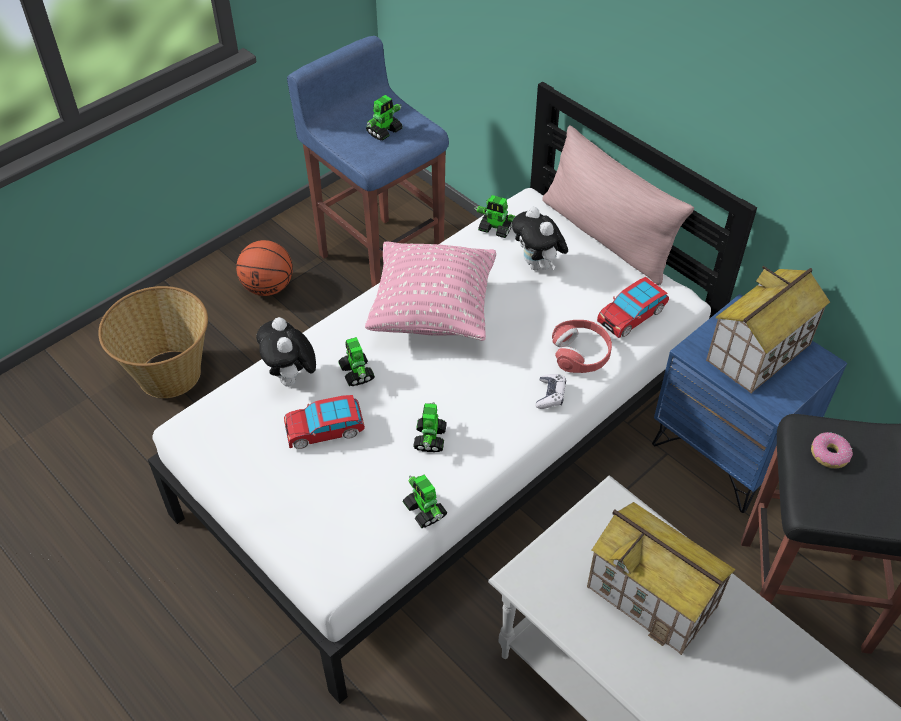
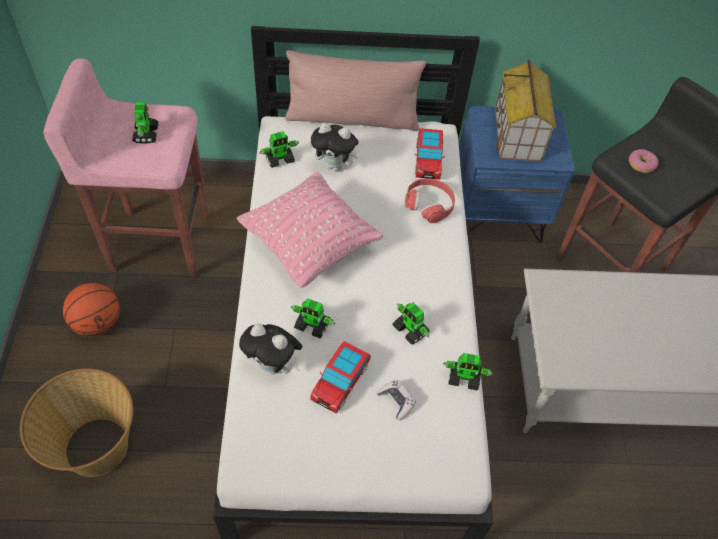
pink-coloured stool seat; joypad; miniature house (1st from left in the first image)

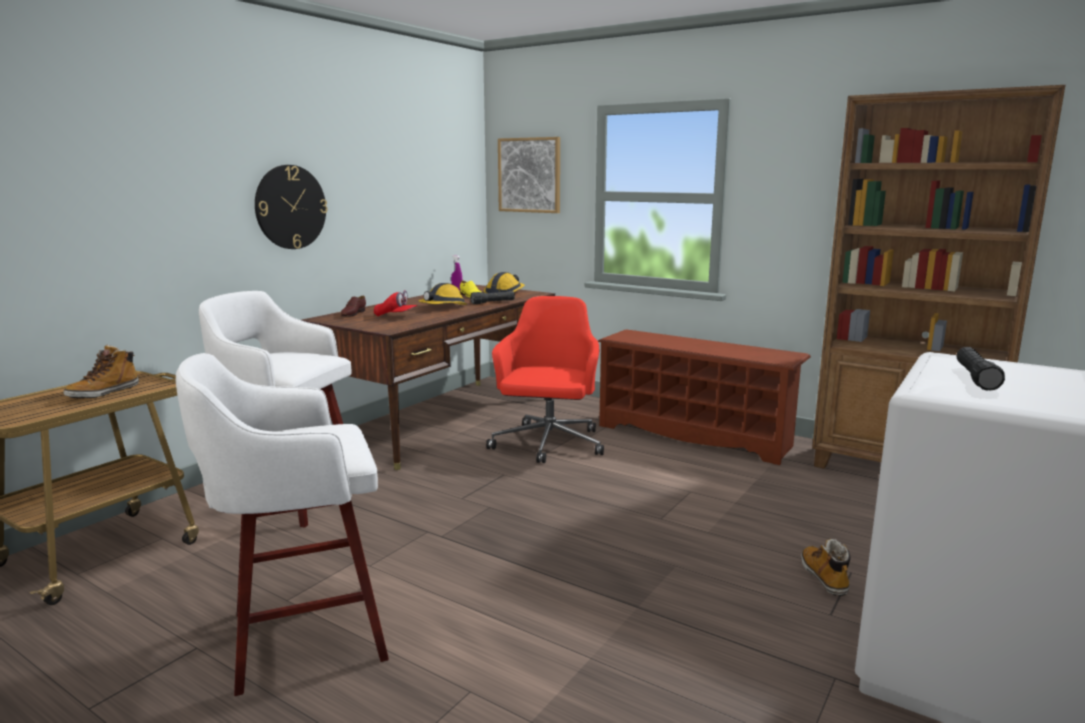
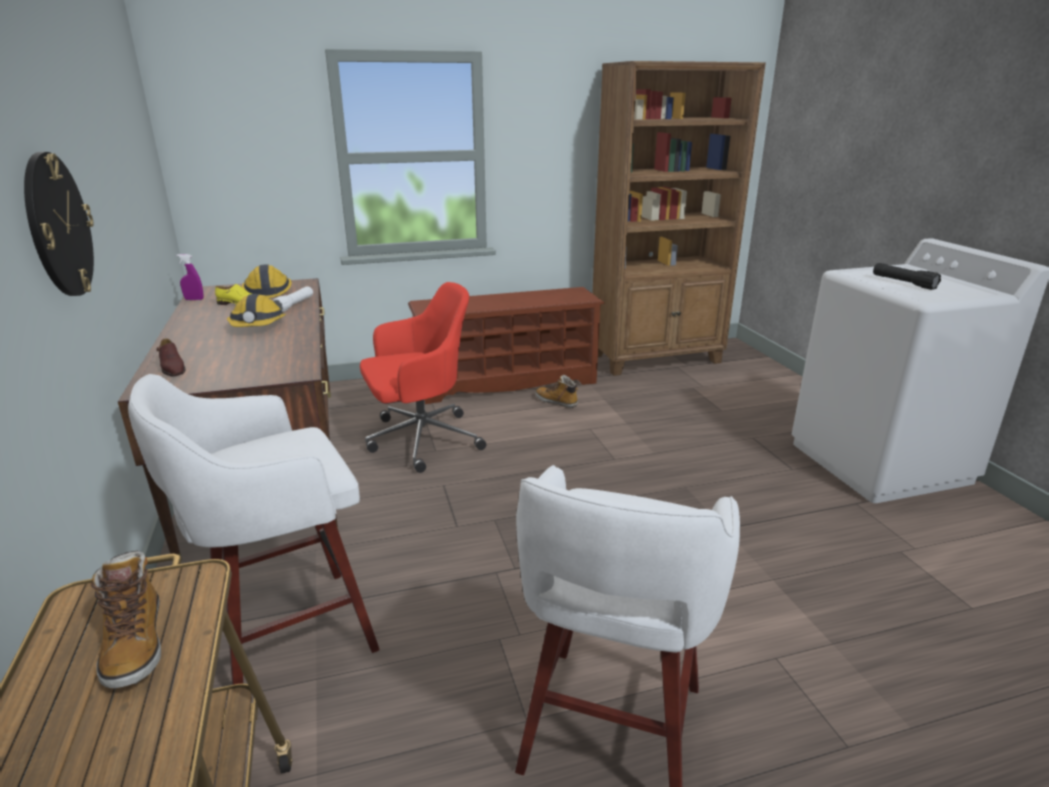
whitish flashlight; reddish desk chair; tall boot (2nd from left); reddish peaked cap; picture

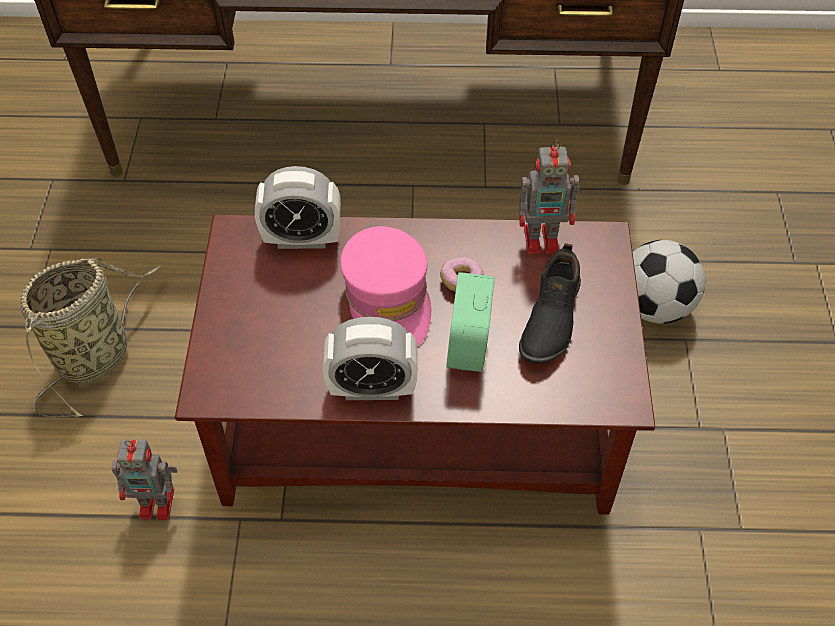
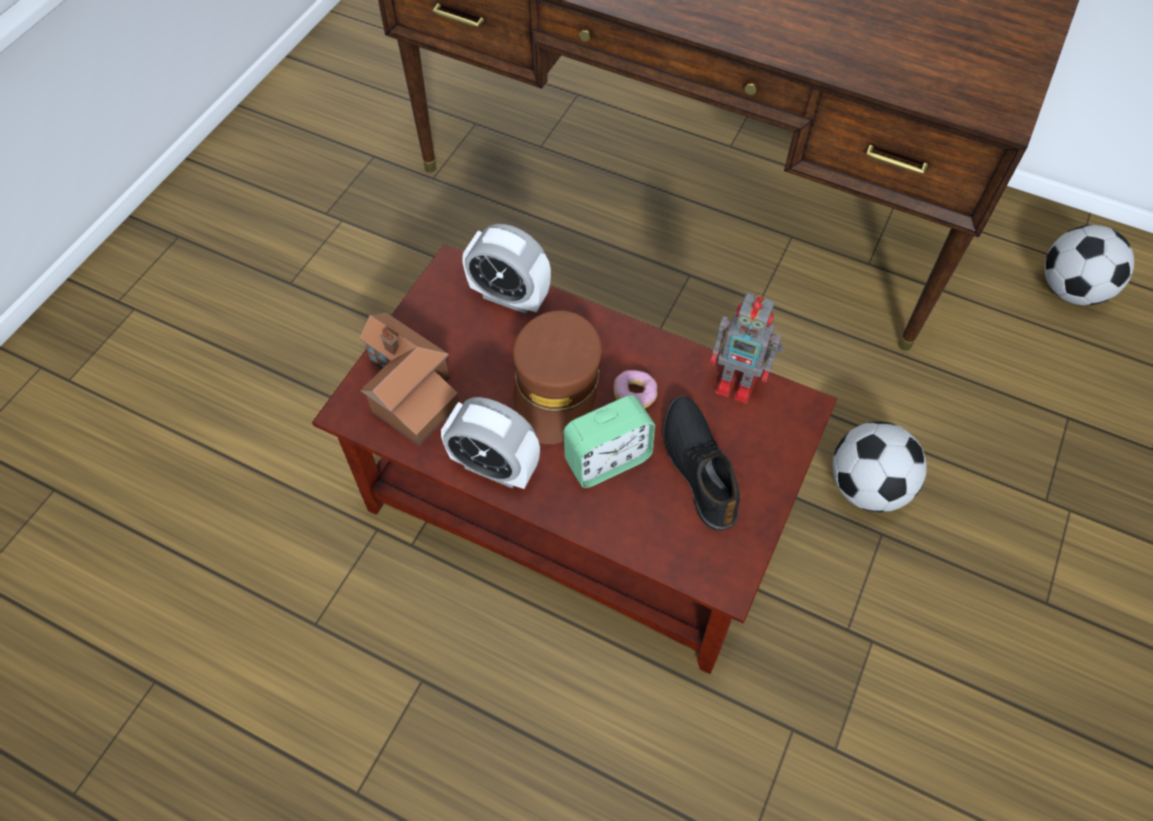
miniature house; brown peaked cap; alarm clock (3rd from left); black-coloured shoe; football ball (2nd from left); storage basket; robot figure (1st from left in the first image)

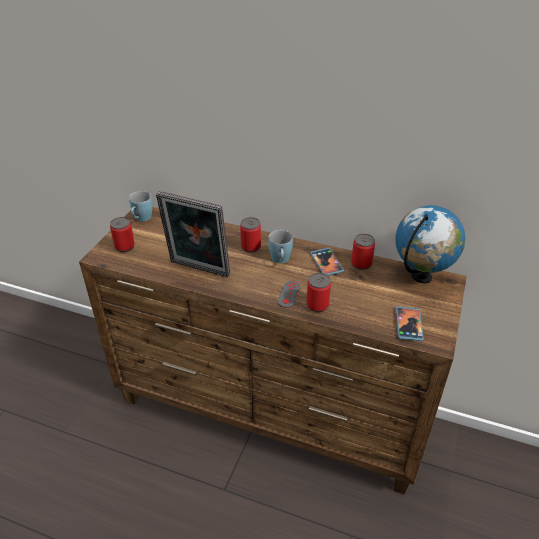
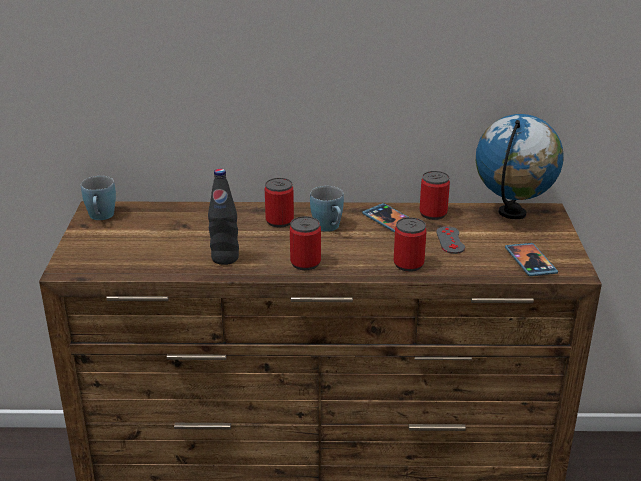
black-coloured bottle; can (2nd from left); gray joypad

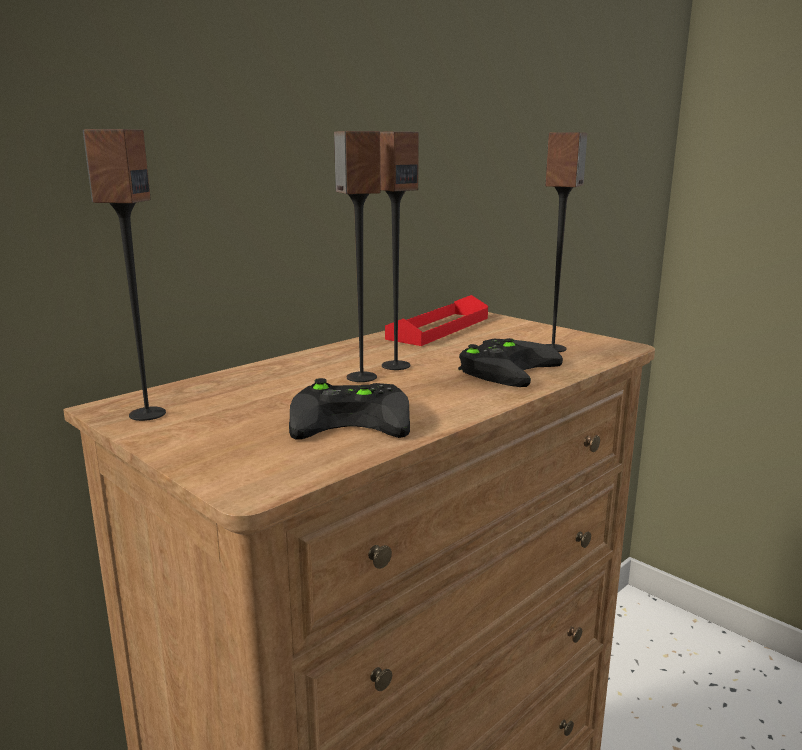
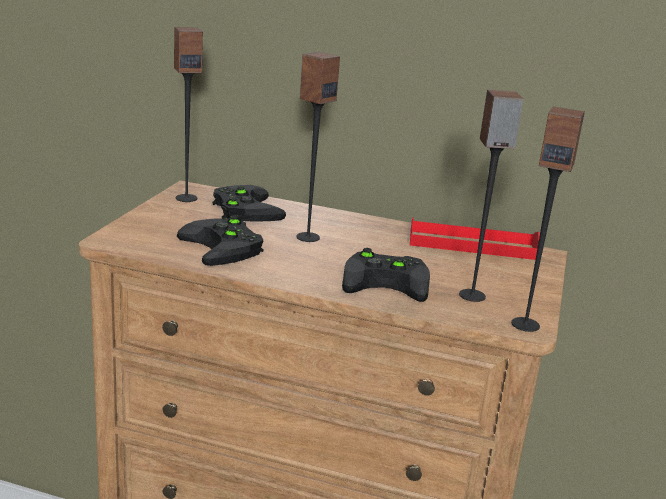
black-coloured joypad (2nd from left); audio speaker (4th from left)

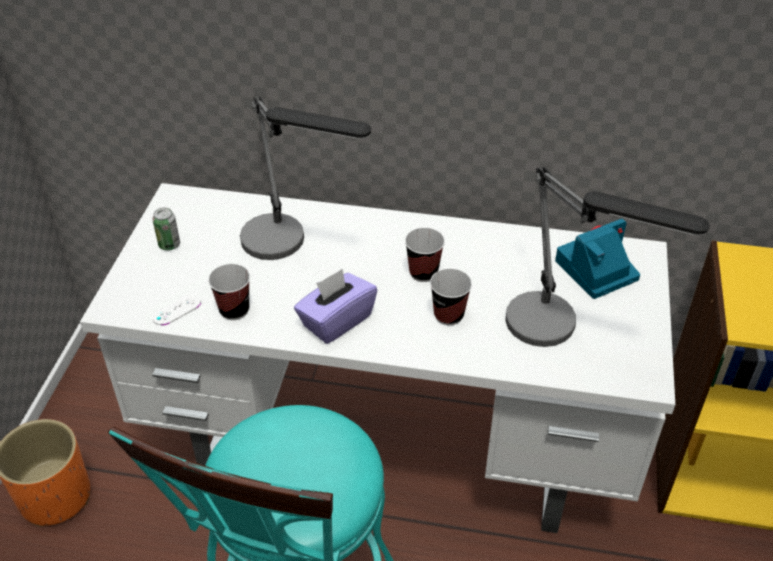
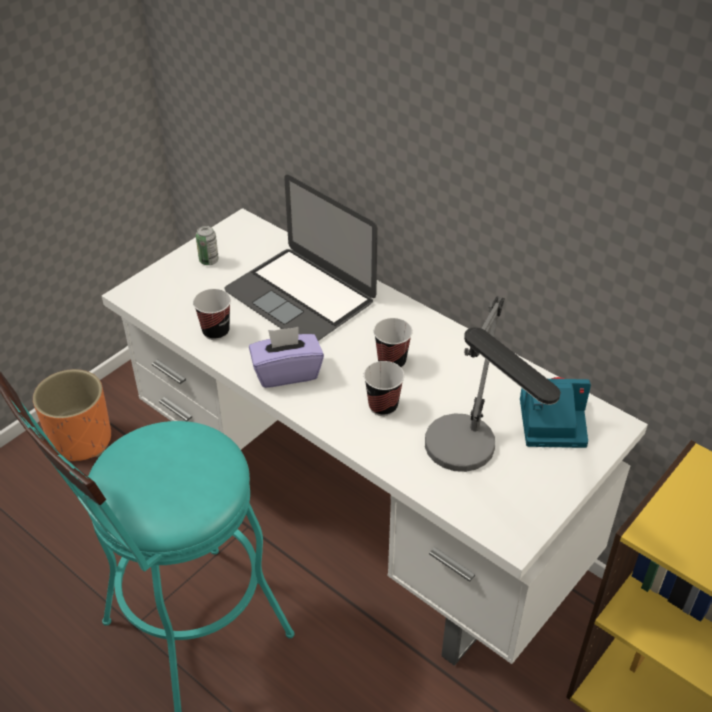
laptop; whitish joypad

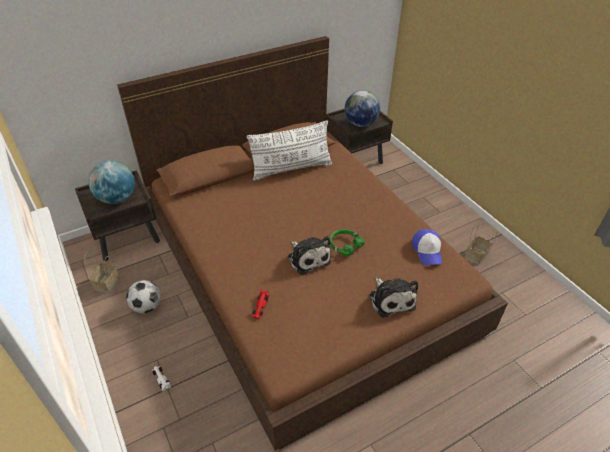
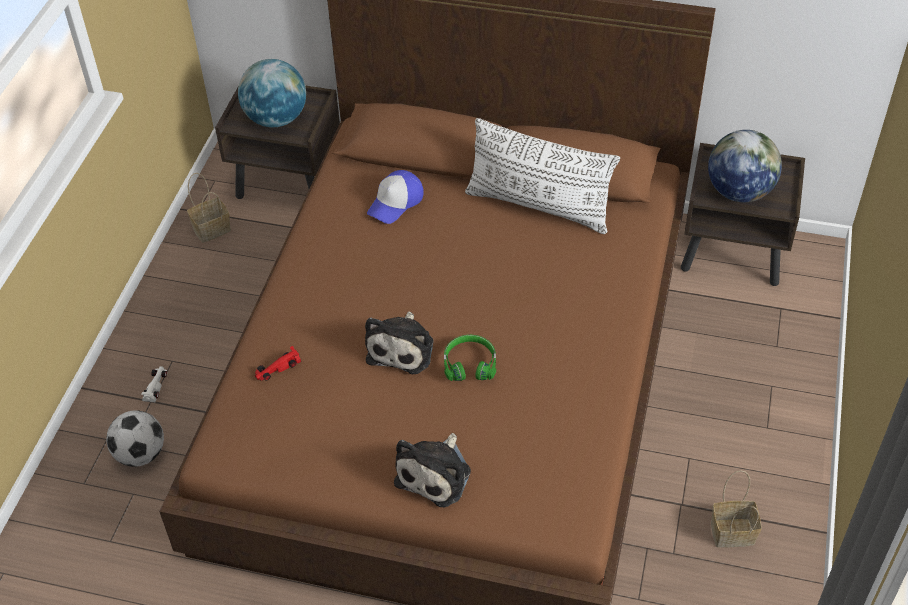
football ball; peaked cap

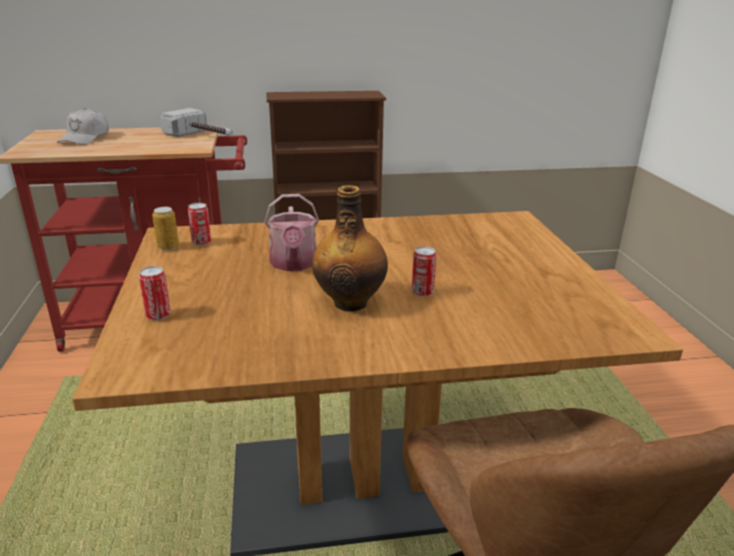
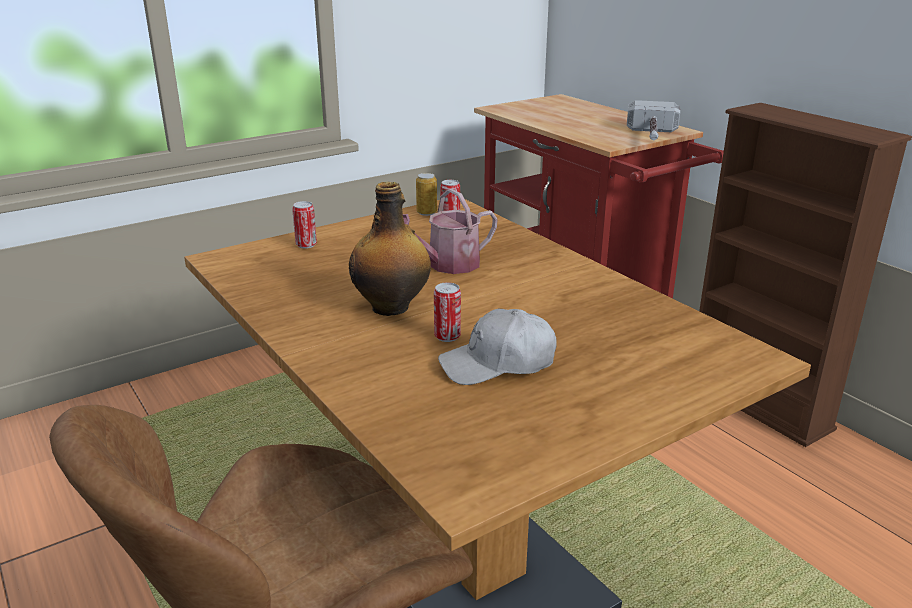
whitish peaked cap

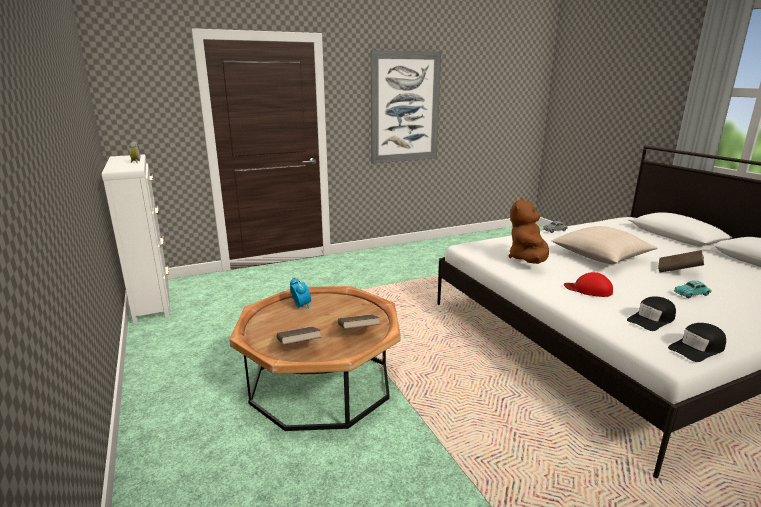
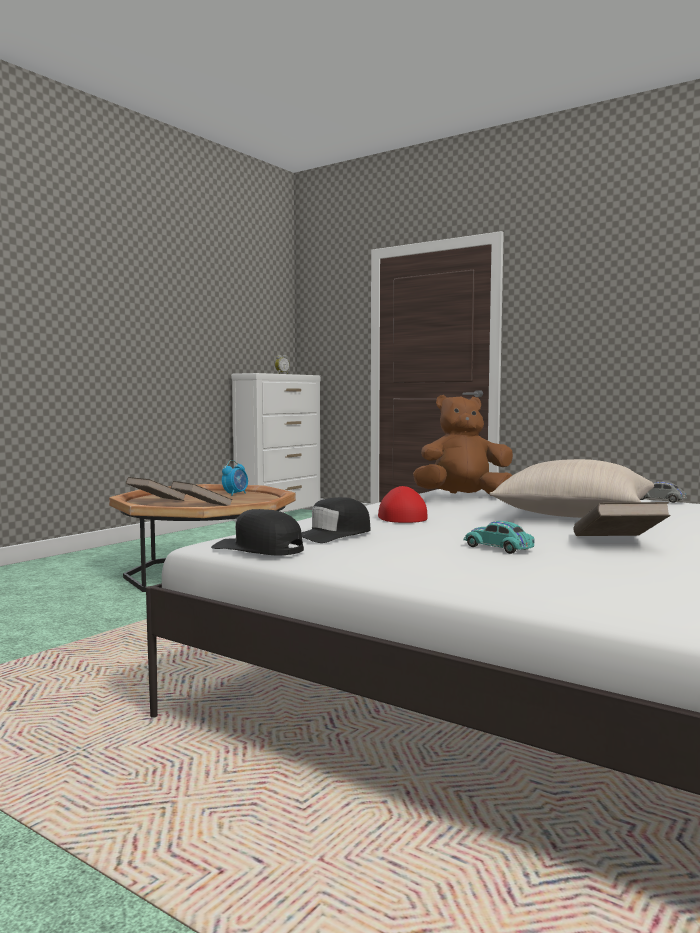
black-coloured peaked cap (2nd from left); picture

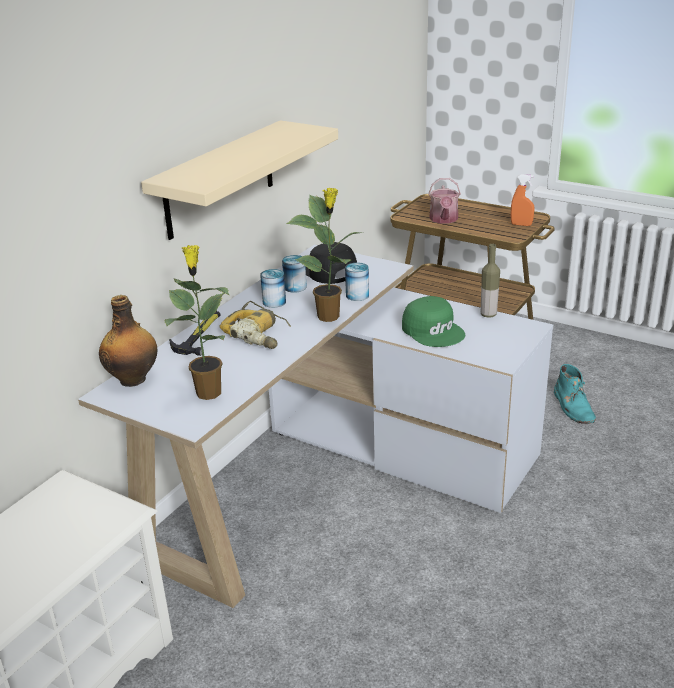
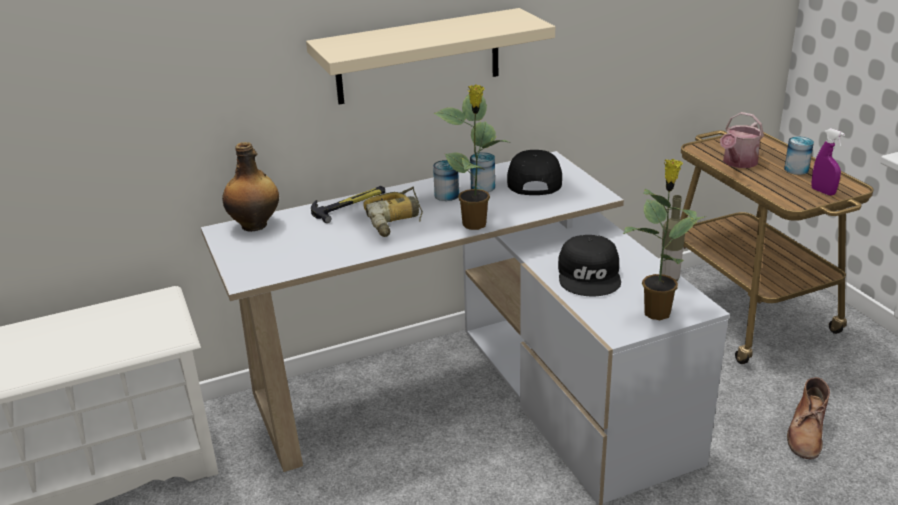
black-coloured peaked cap (2nd from left); plant in a pot (2nd from left); can (3rd from left); brown tall boot; purple-coloured sprayer

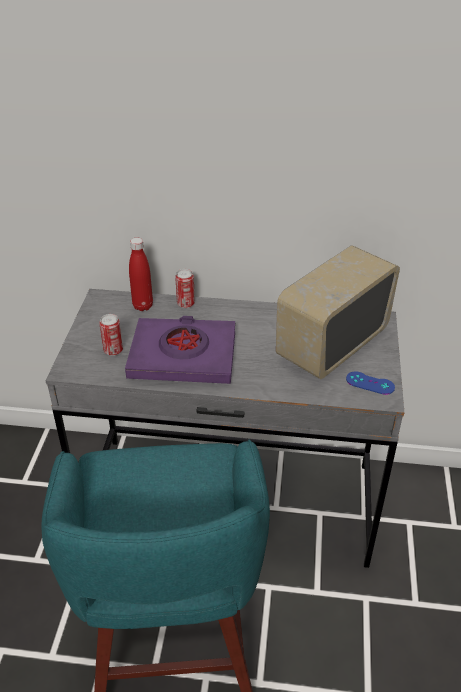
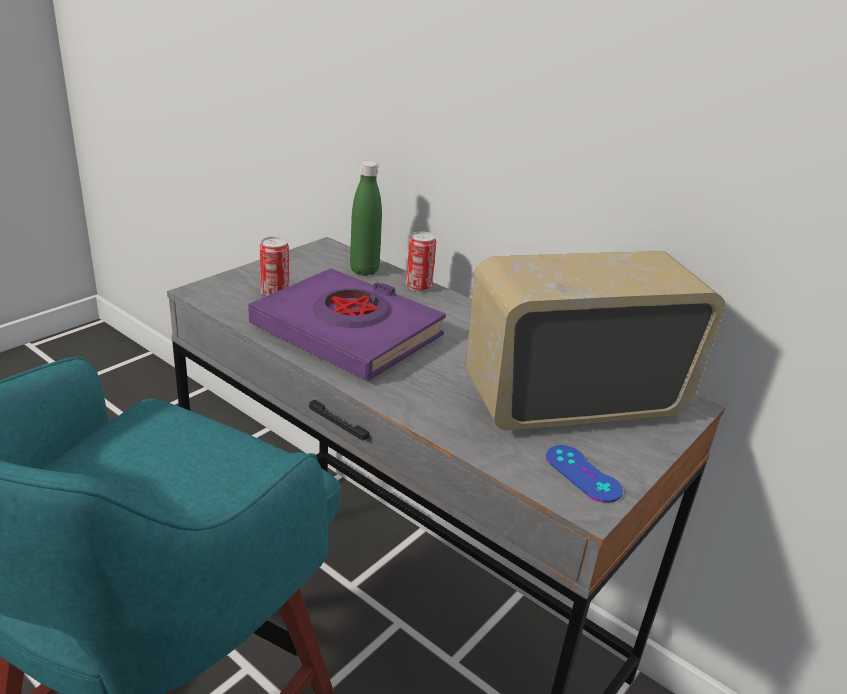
green bottle

